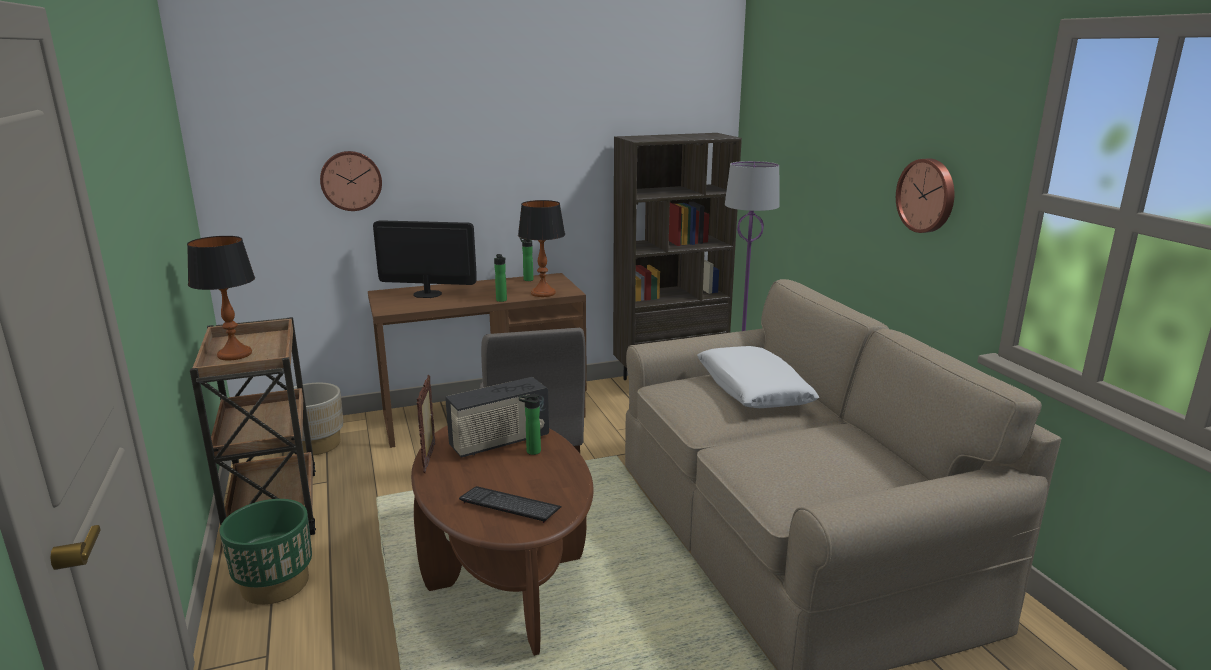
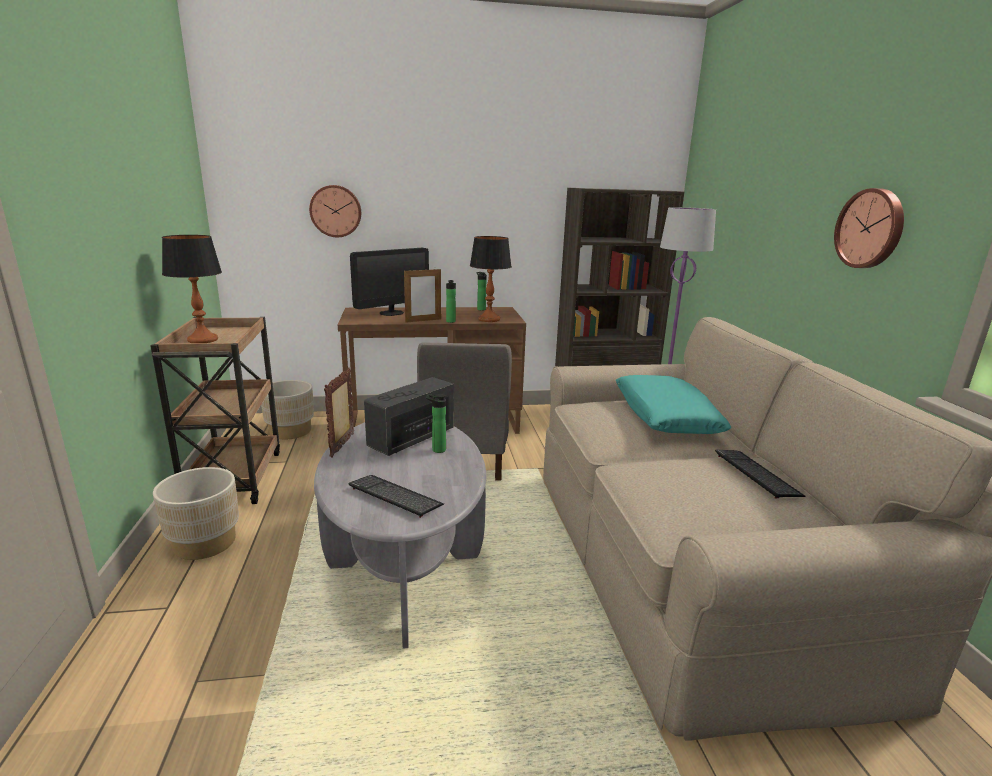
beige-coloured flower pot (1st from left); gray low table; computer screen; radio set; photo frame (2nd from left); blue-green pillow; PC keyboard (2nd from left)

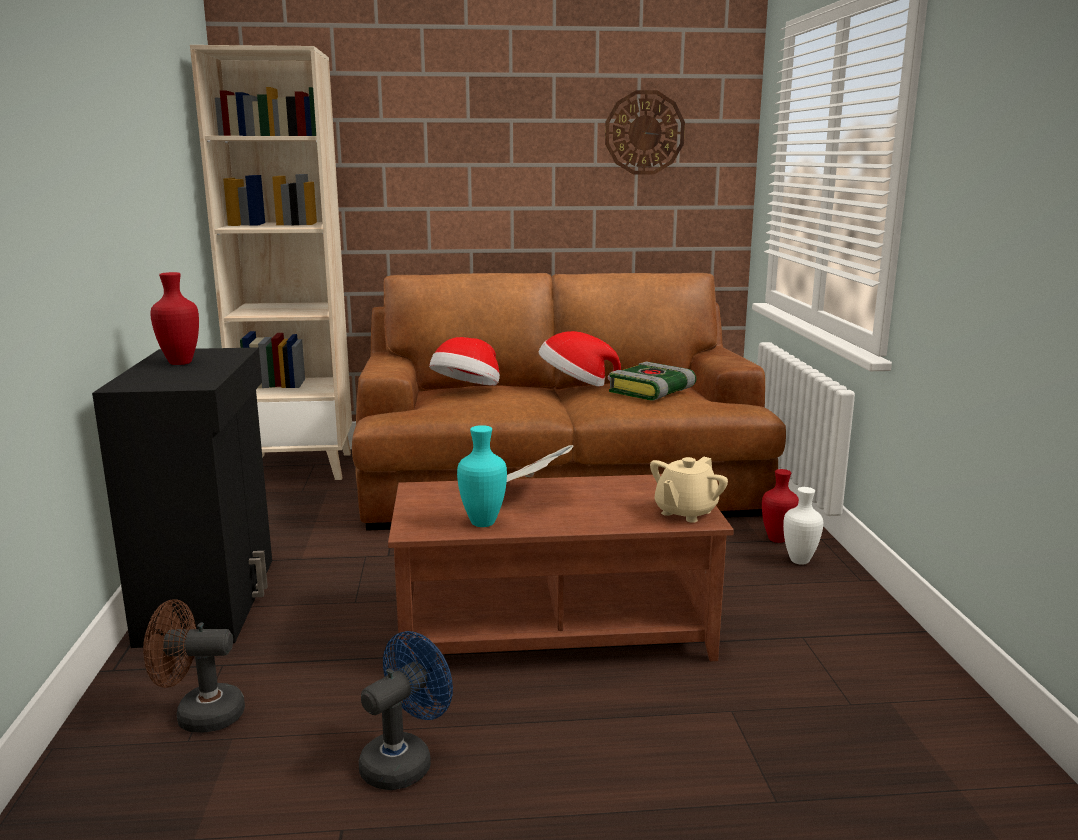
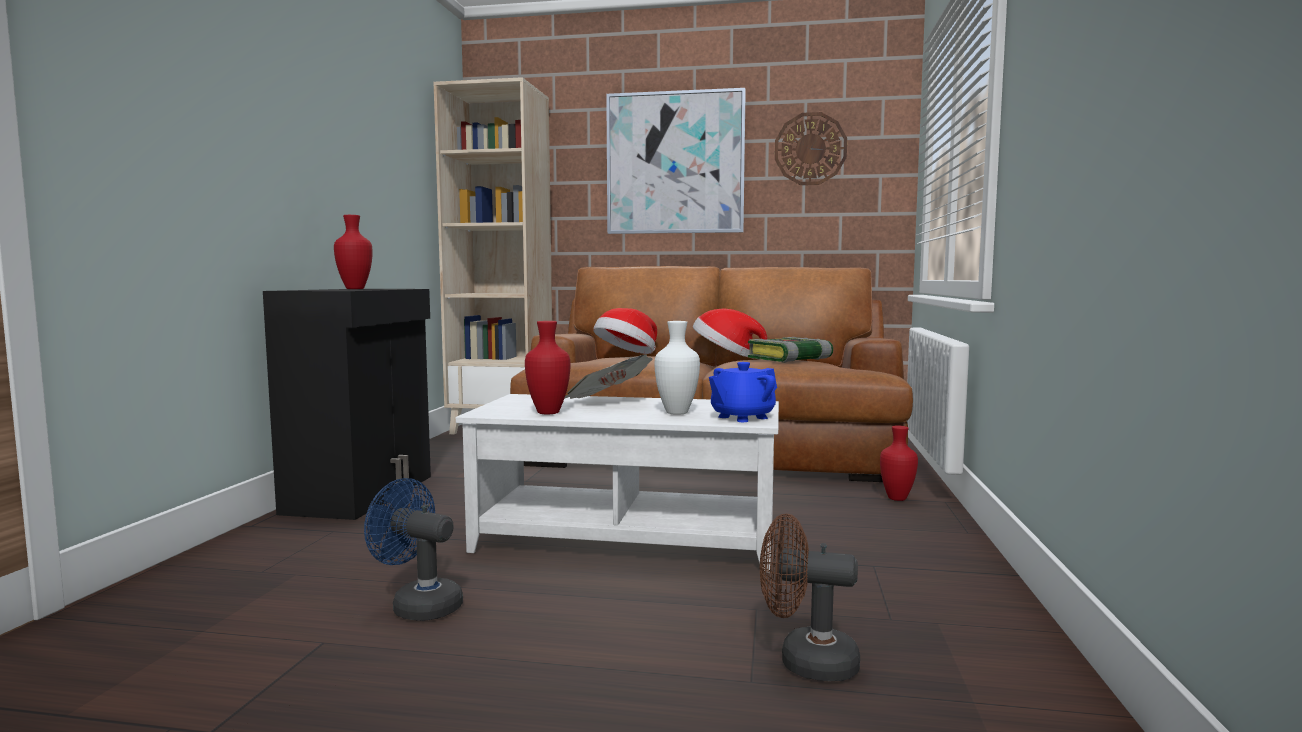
blue cooling fan; whitish low table; reddish vase (2nd from left); picture; whitish vase; blue tea pot; brown cooling fan

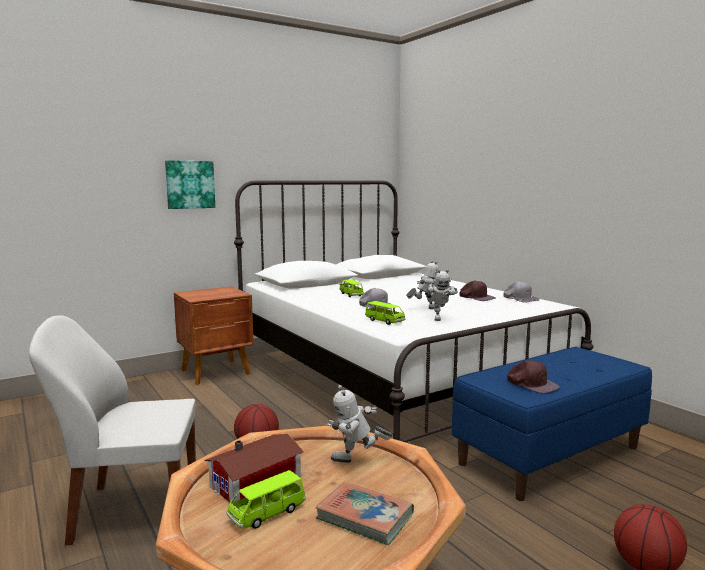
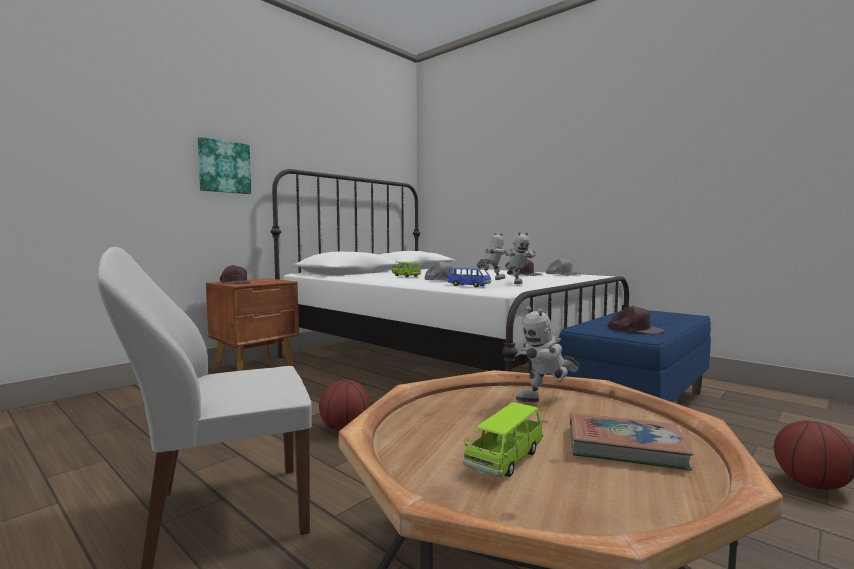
brown peaked cap (1st from left); blue model car; miniature house

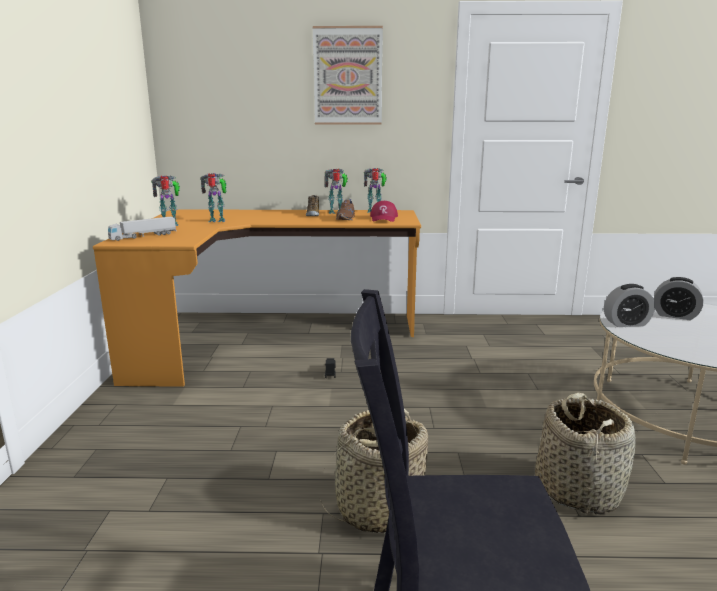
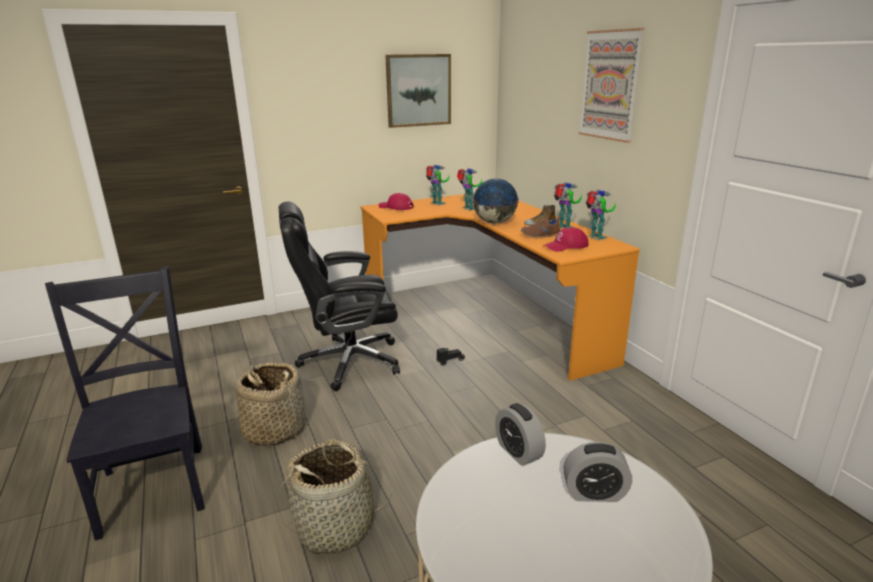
black-coloured desk chair; reddish peaked cap (1st from left); picture (1st from left); world globe; alarm clock (2nd from left)

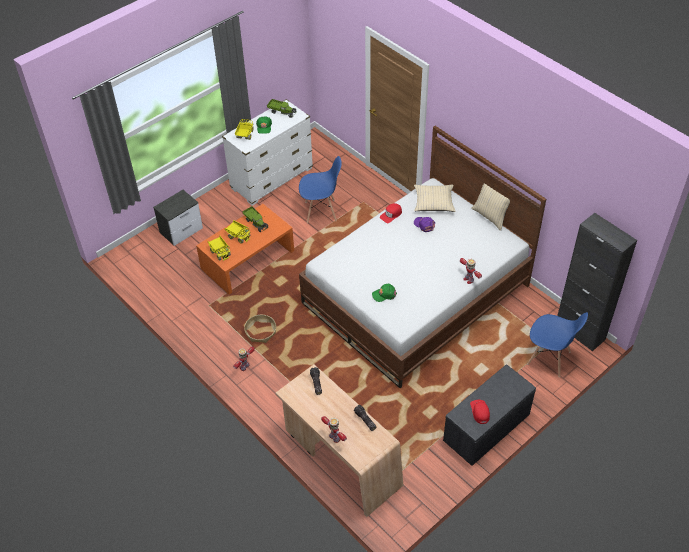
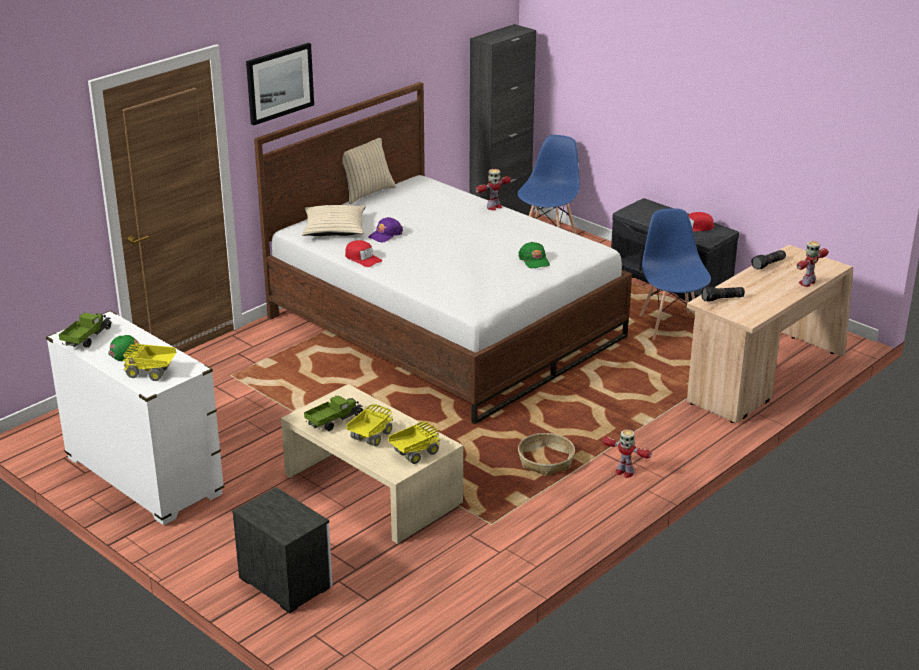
picture; beige-coloured low table; blue chair (2nd from left)

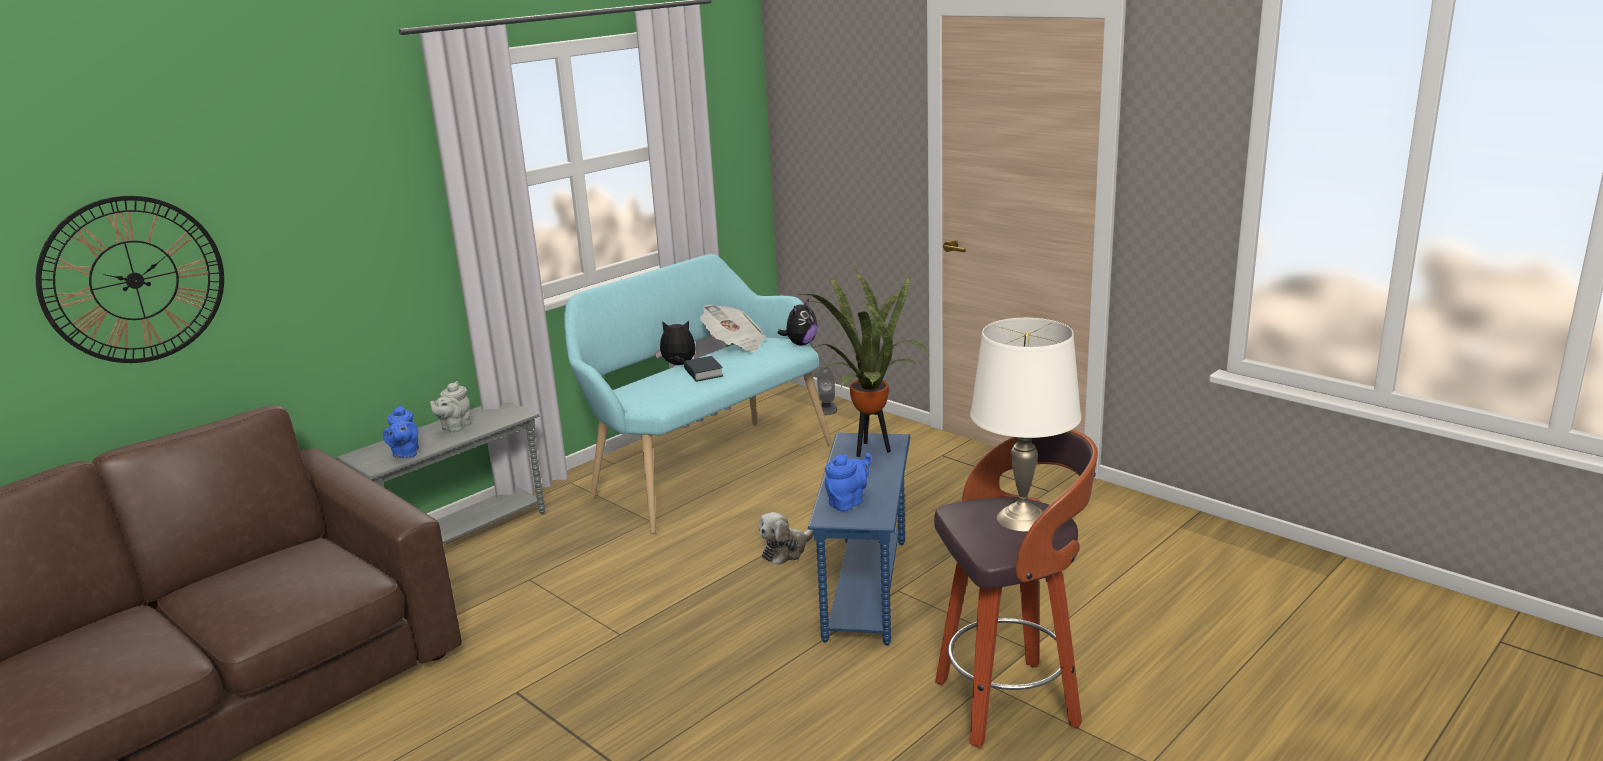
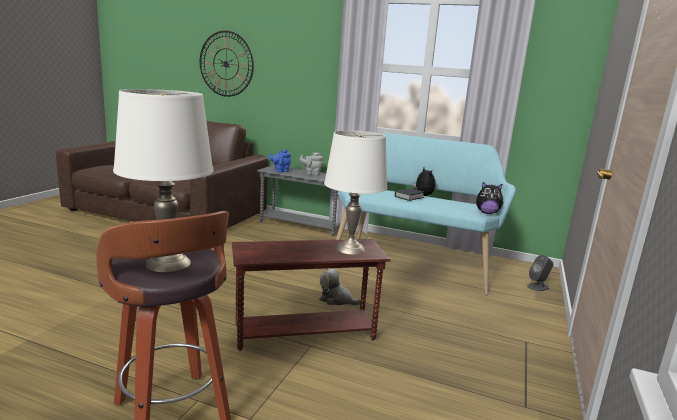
brown accent table; whitish tabletop lamp (2nd from left); daily paper; blue tea pot (2nd from left in the first image)

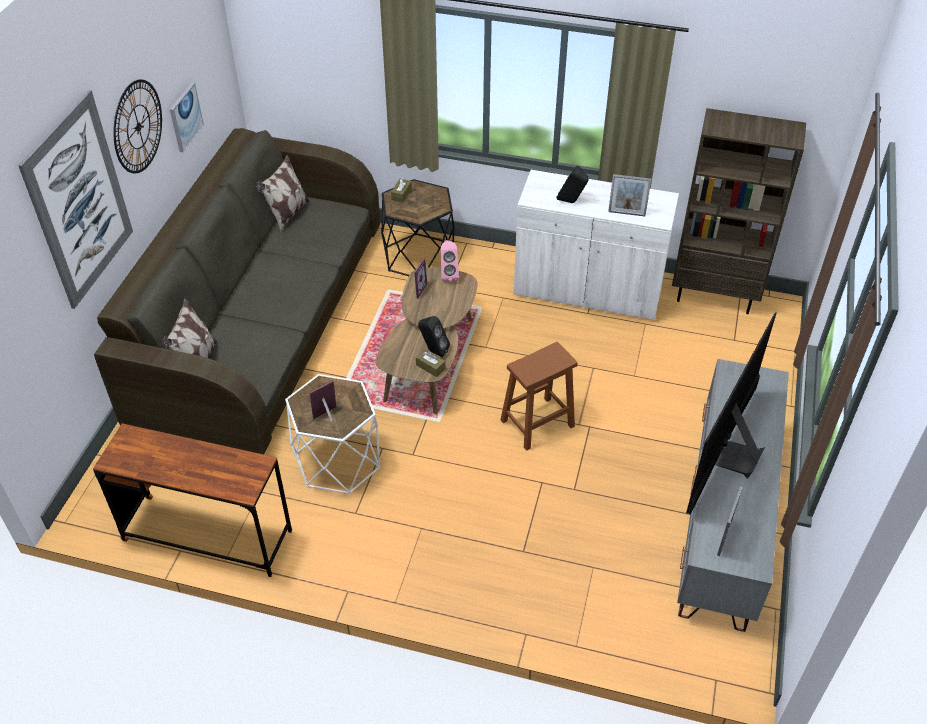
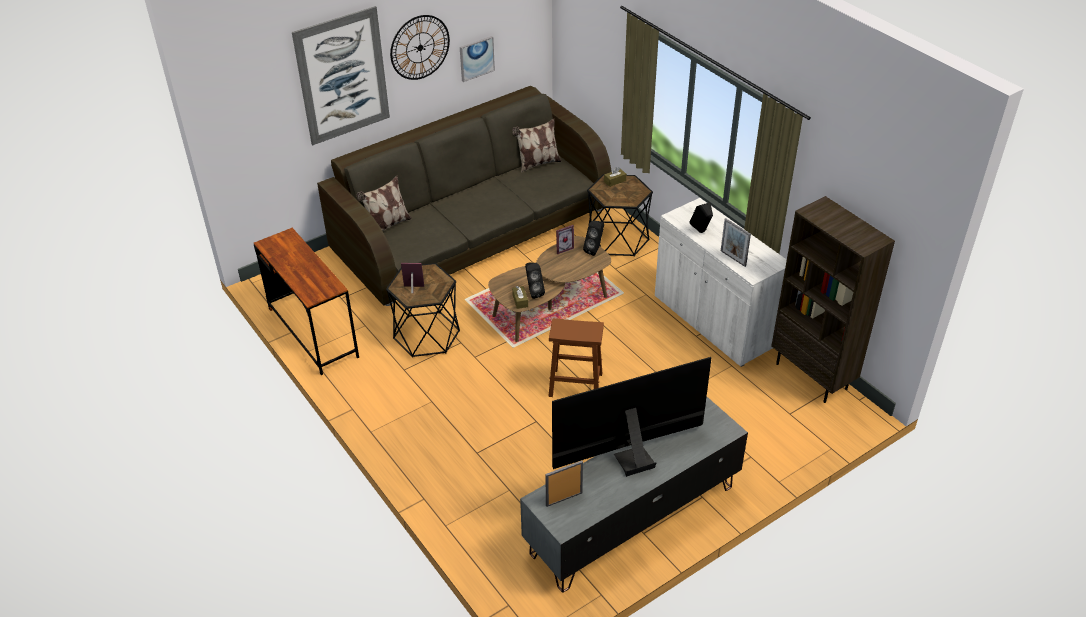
black-coloured accent table (1st from left); black-coloured audio speaker (2nd from left)

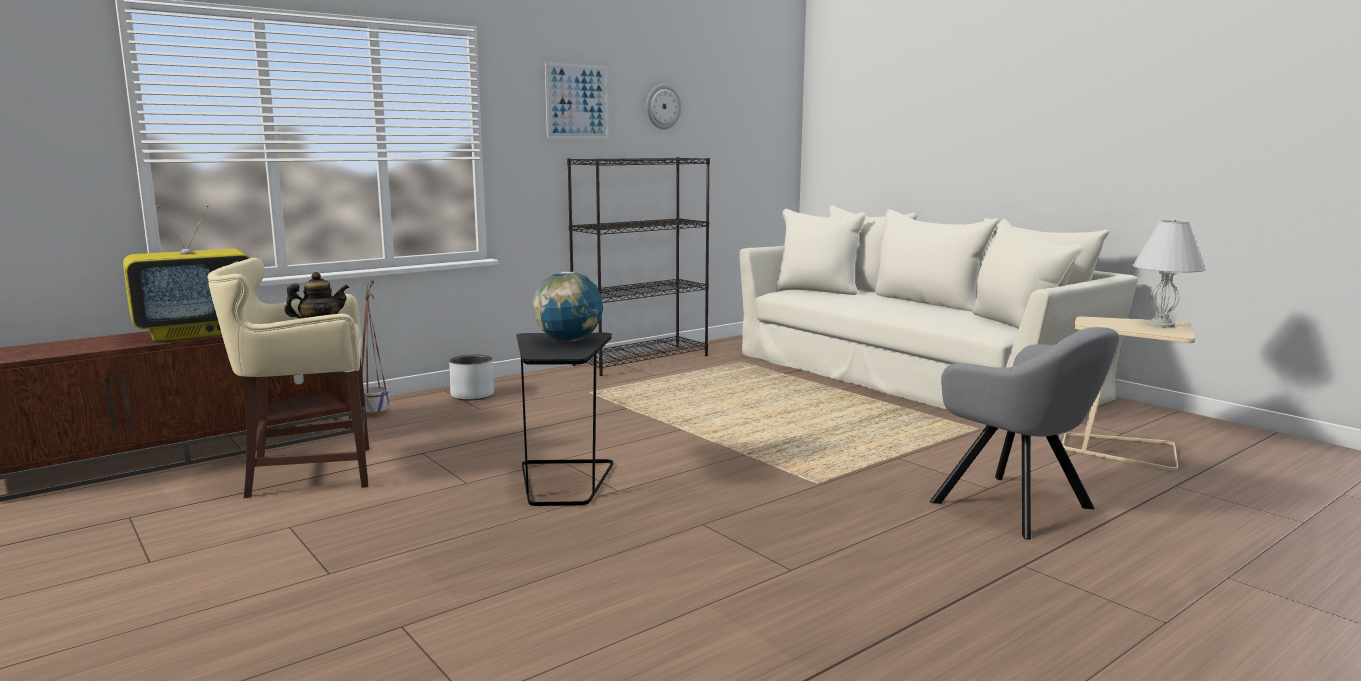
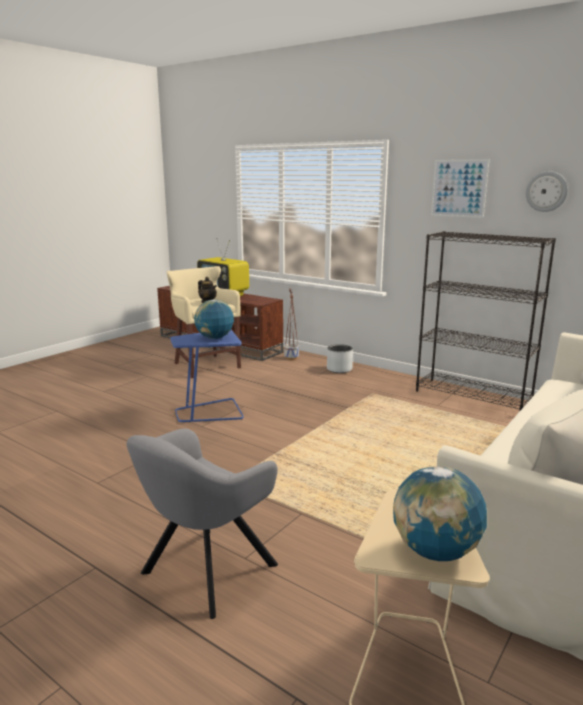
blue accent table; world globe (2nd from left)

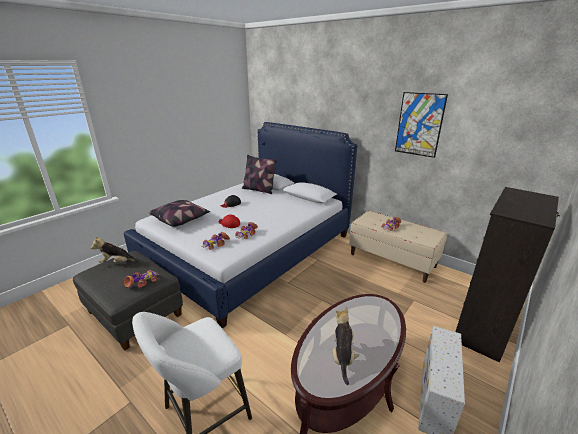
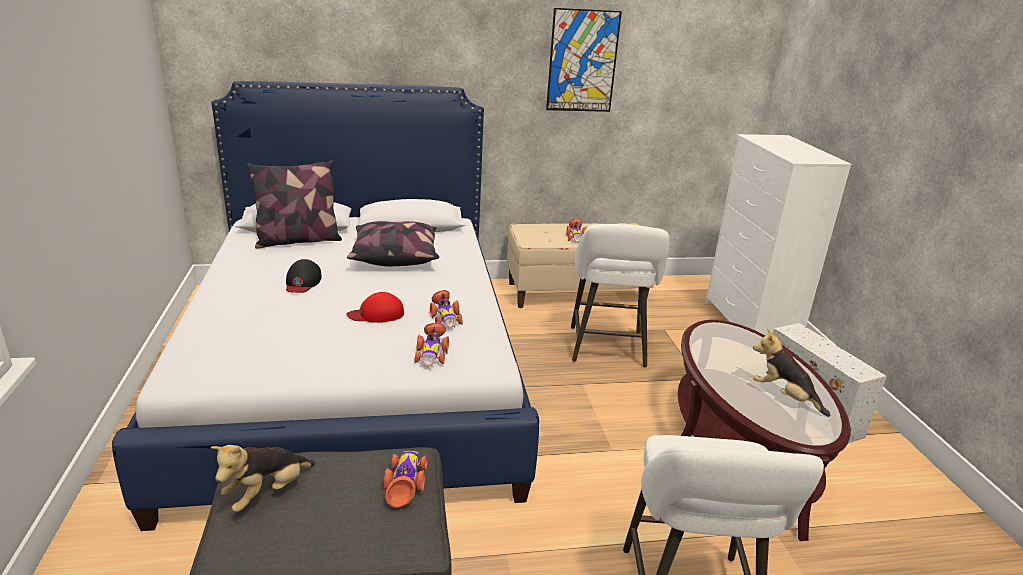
pillow (2nd from left); whitish stool seat (1st from left); whitish chest of drawers

